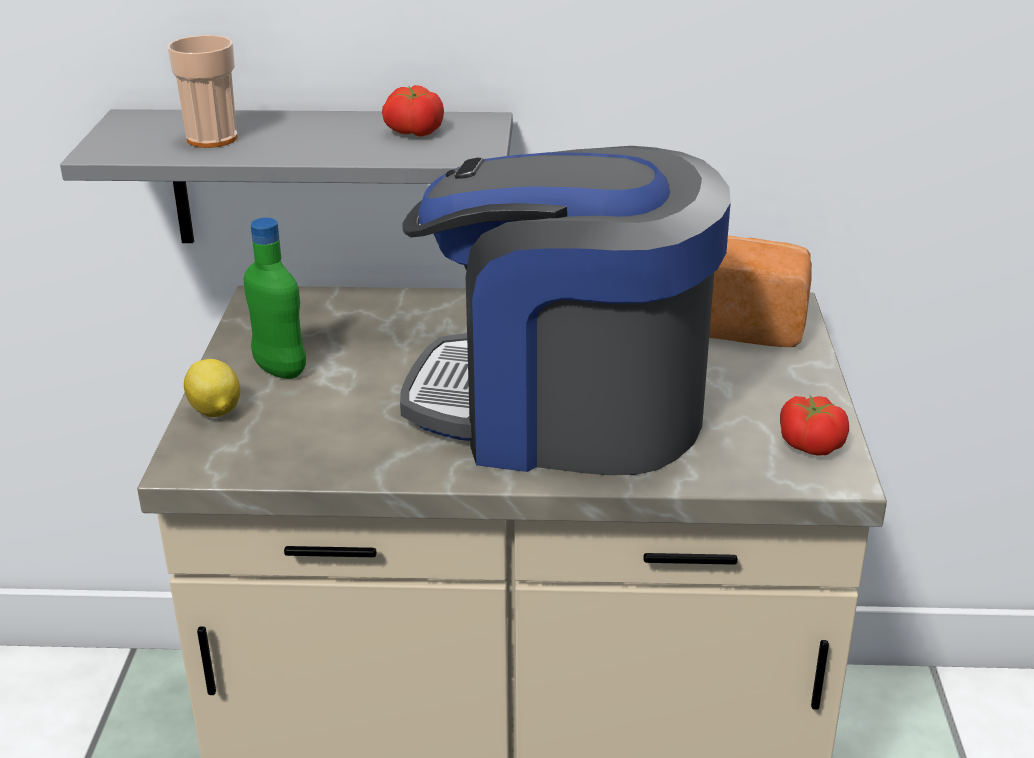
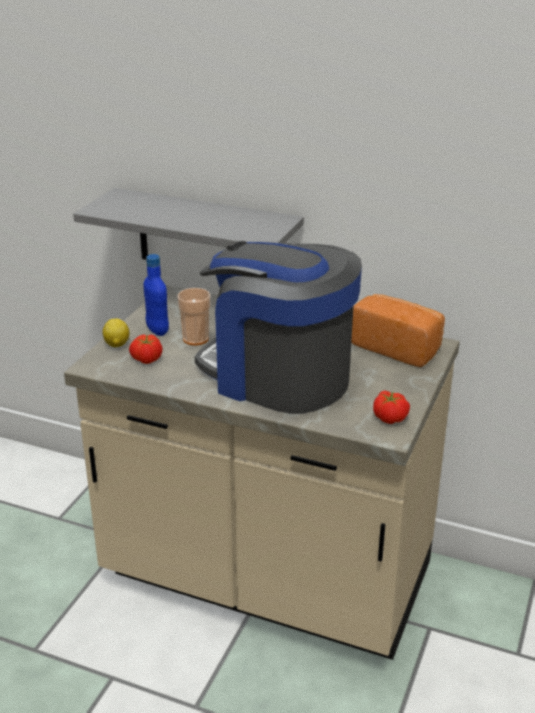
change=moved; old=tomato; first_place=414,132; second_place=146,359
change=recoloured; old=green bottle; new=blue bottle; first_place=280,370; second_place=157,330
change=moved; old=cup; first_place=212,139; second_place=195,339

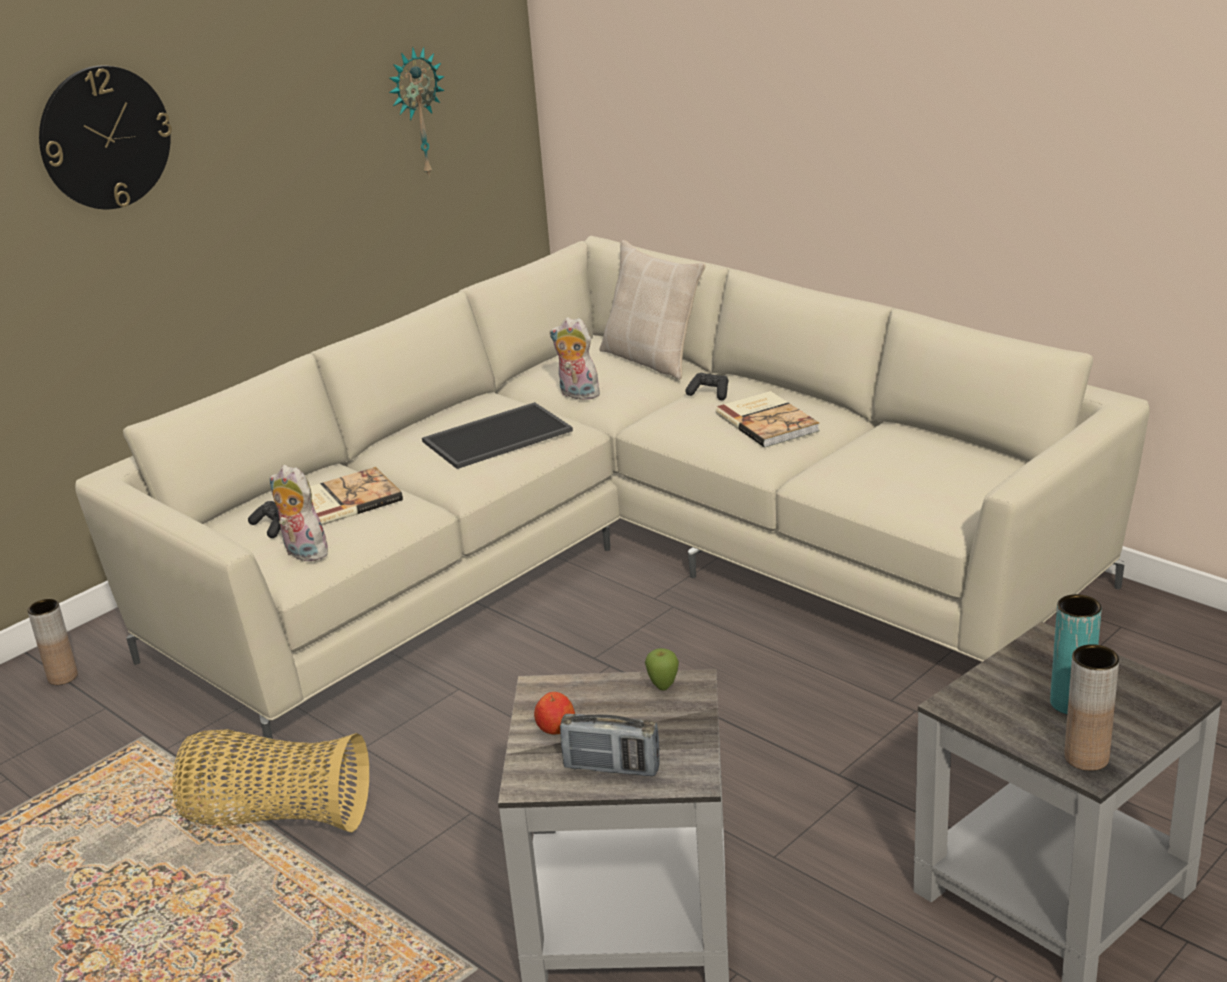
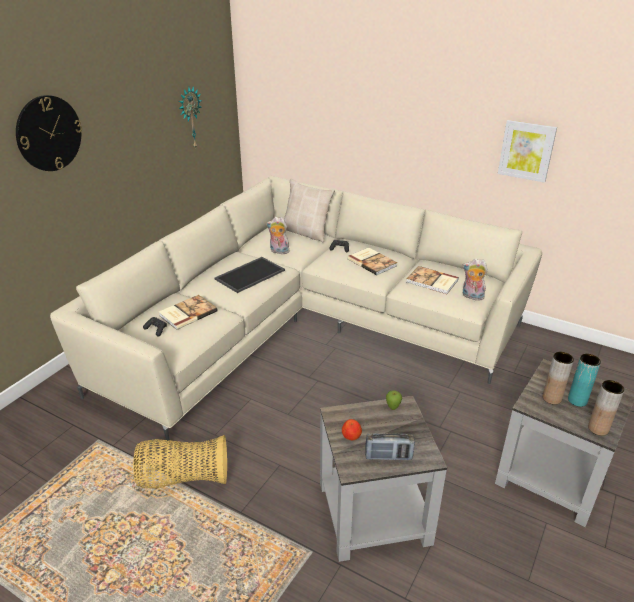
change=added; new=book; second_place=432,282
change=moved; old=plush toy; first_place=302,553; second_place=472,296
change=added; new=picture; second_place=526,150
change=moved; old=brown vase; first_place=62,677; second_place=551,398

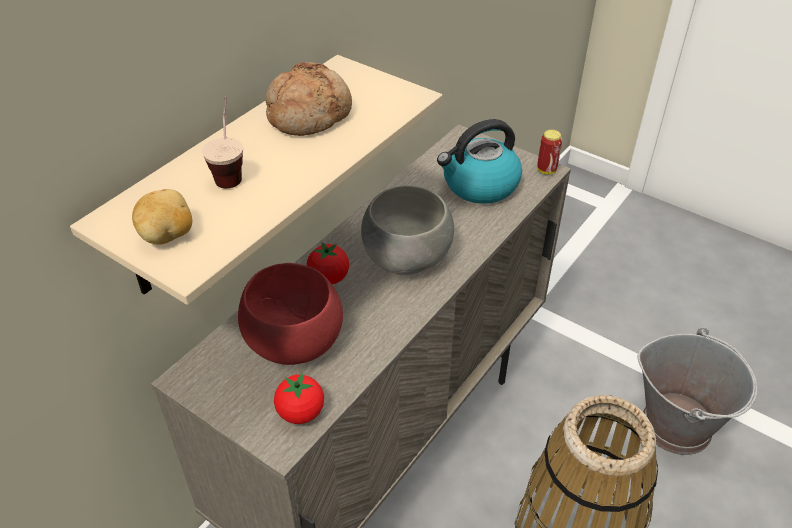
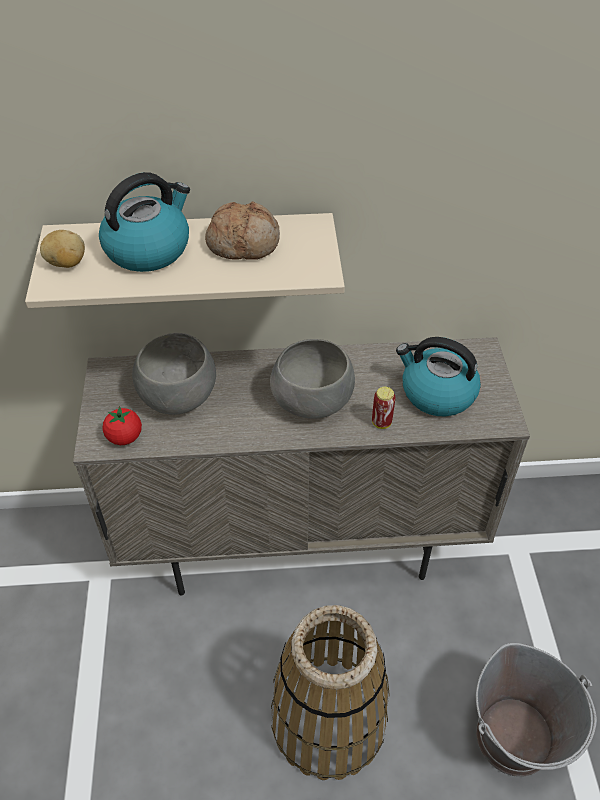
change=replaced; old=cup; new=kettle; first_place=230,171; second_place=148,248
change=recoloured; old=red bowl; new=grey bowl; first_place=295,340; second_place=179,396
change=moved; old=can; first_place=546,170; second_place=381,422
change=removed; old=tomato; first_place=329,278

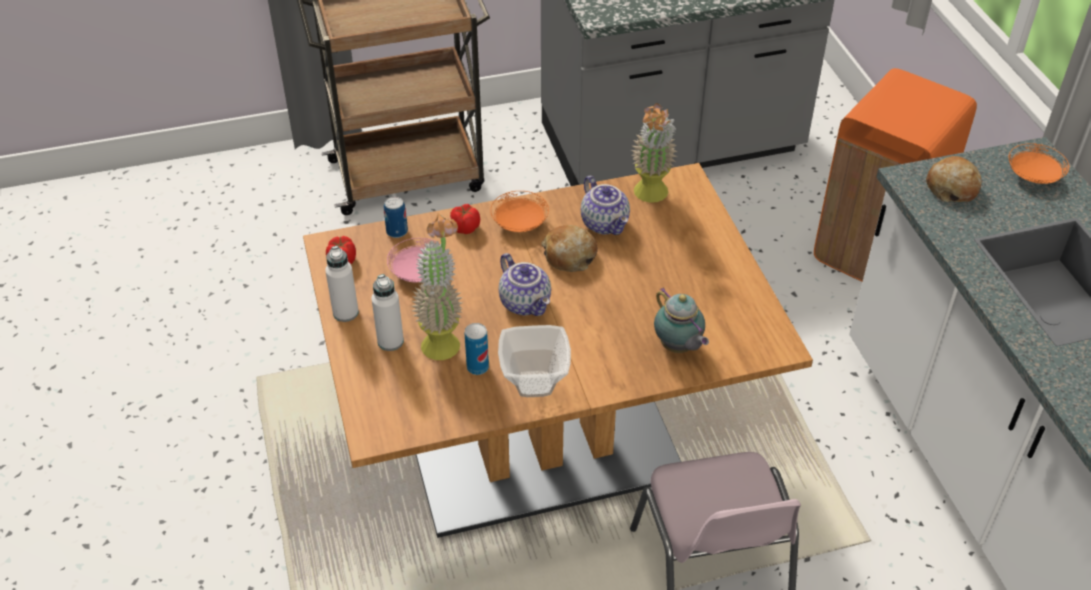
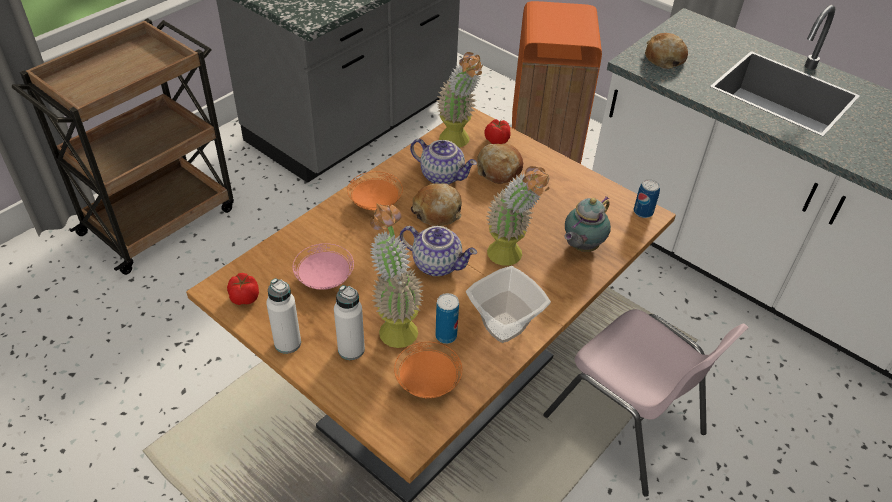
change=moved; old=orange plate; first_place=1033,176; second_place=427,381
change=added; new=bread; second_place=499,170
change=moved; old=tomato; first_place=465,227; second_place=496,140
change=added; new=potted plant; second_place=511,258
change=turned; old=teapot; first_place=678,347; second_place=581,247; degrees=105
change=moved; old=can; first_place=397,231; second_place=643,212

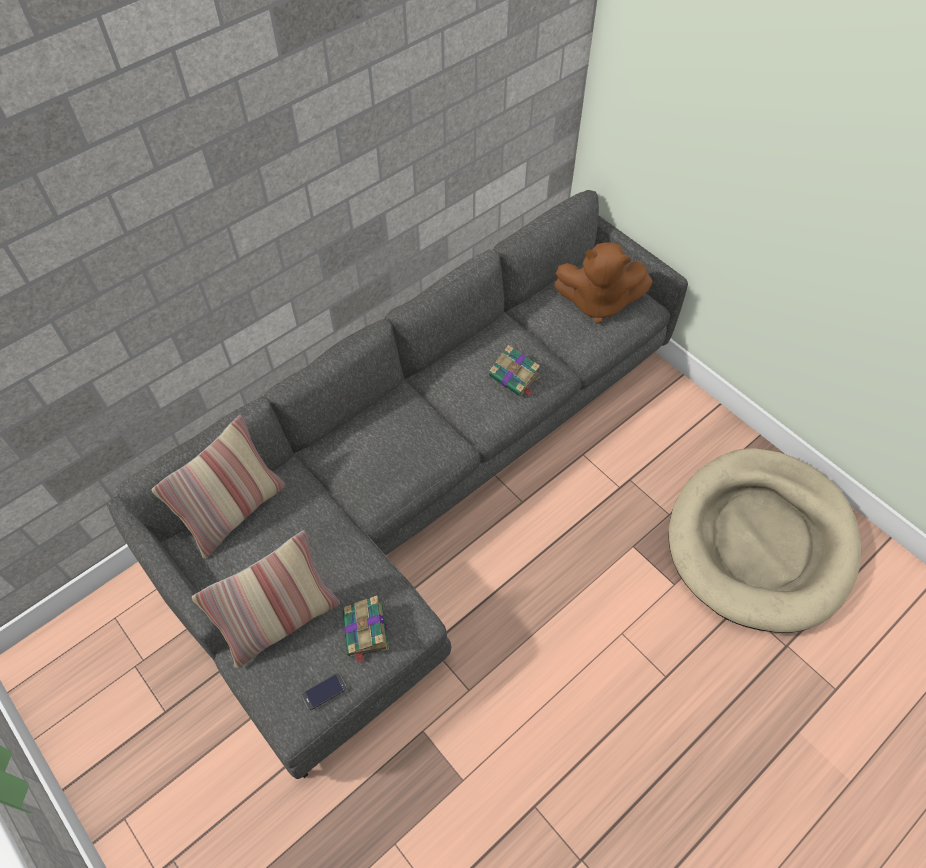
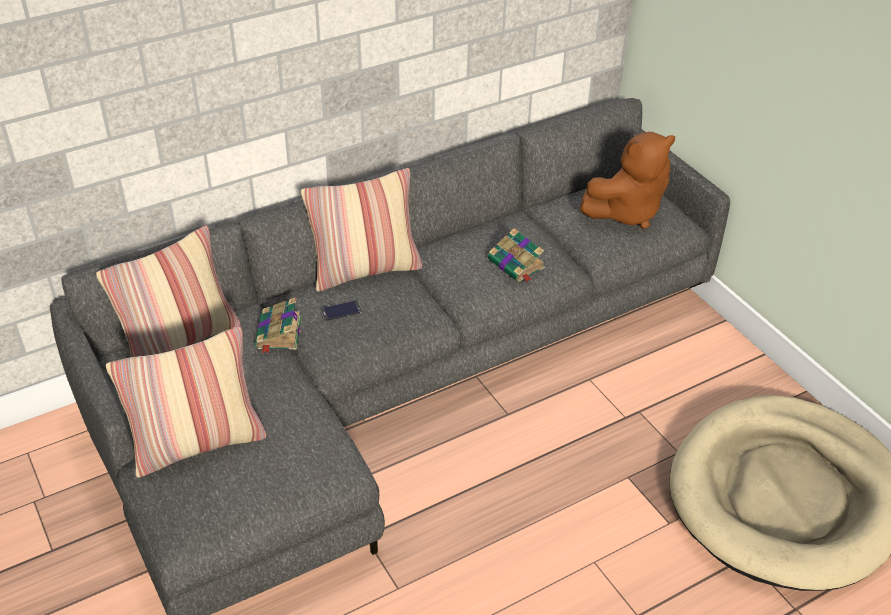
change=moved; old=book; first_place=366,632; second_place=279,334
change=added; new=pillow; second_place=365,270
change=moved; old=phone; first_place=324,691; second_place=340,311
change=turned; old=brown plush toy; first_place=597,303; second_place=626,212; degrees=-45

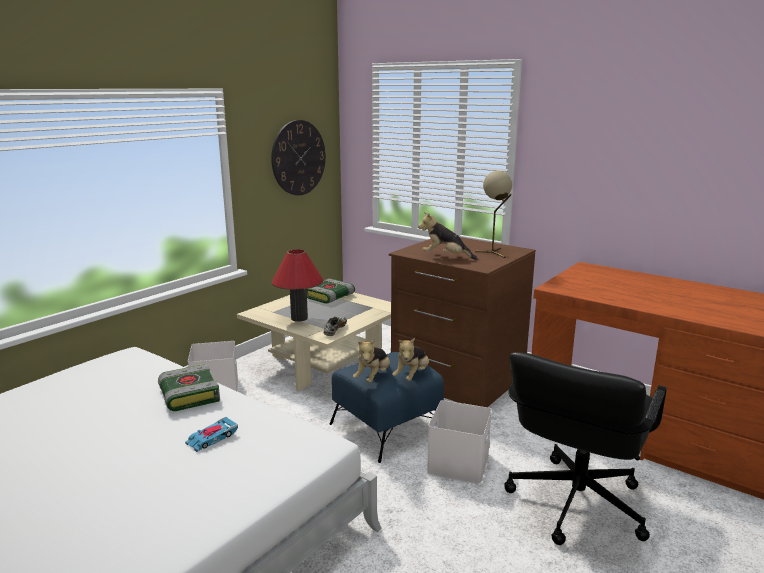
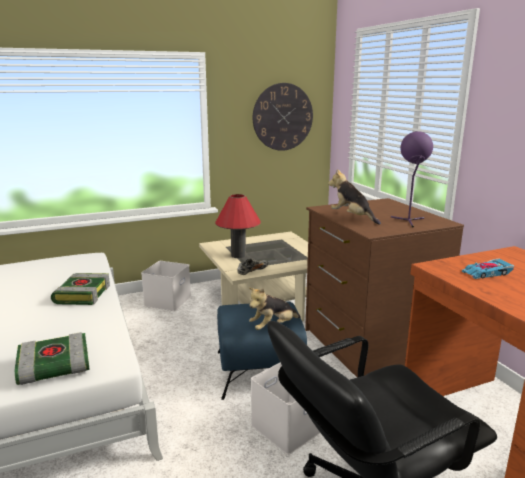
change=moved; old=book; first_place=330,297; second_place=53,368
change=recoloured; old=beige table lamp; new=purple table lamp; first_place=494,253; second_place=409,221
change=moved; old=toy car; first_place=212,438; second_place=486,273
change=removed; old=plush toy; first_place=373,377

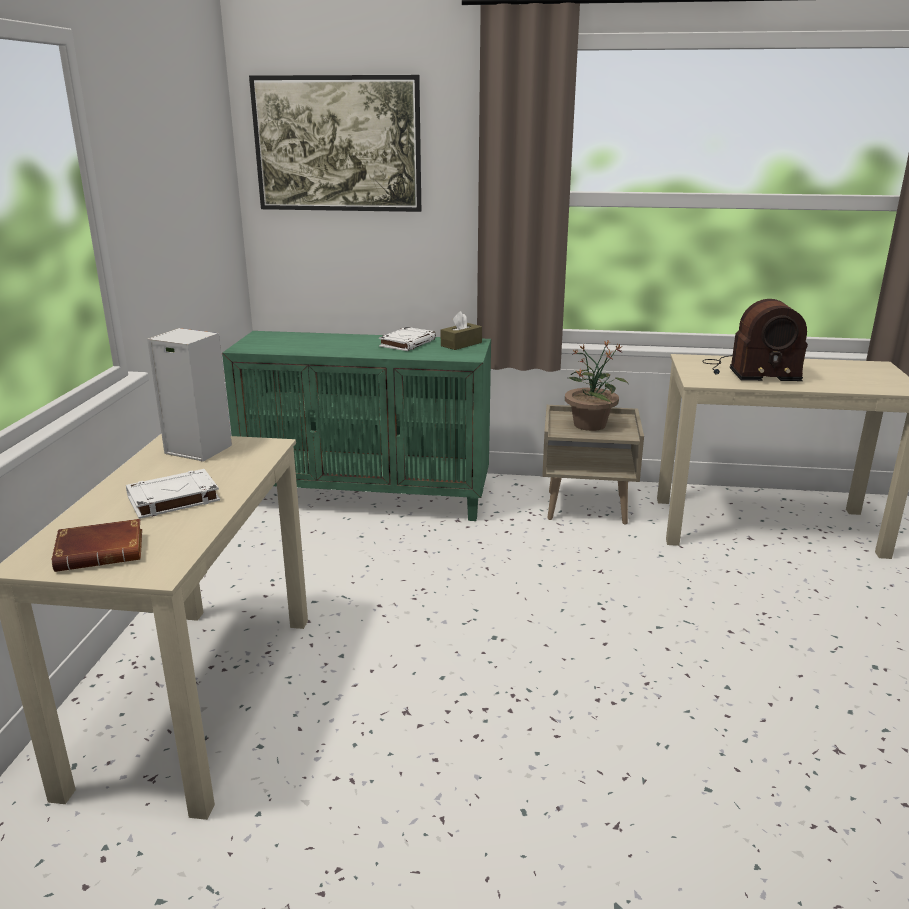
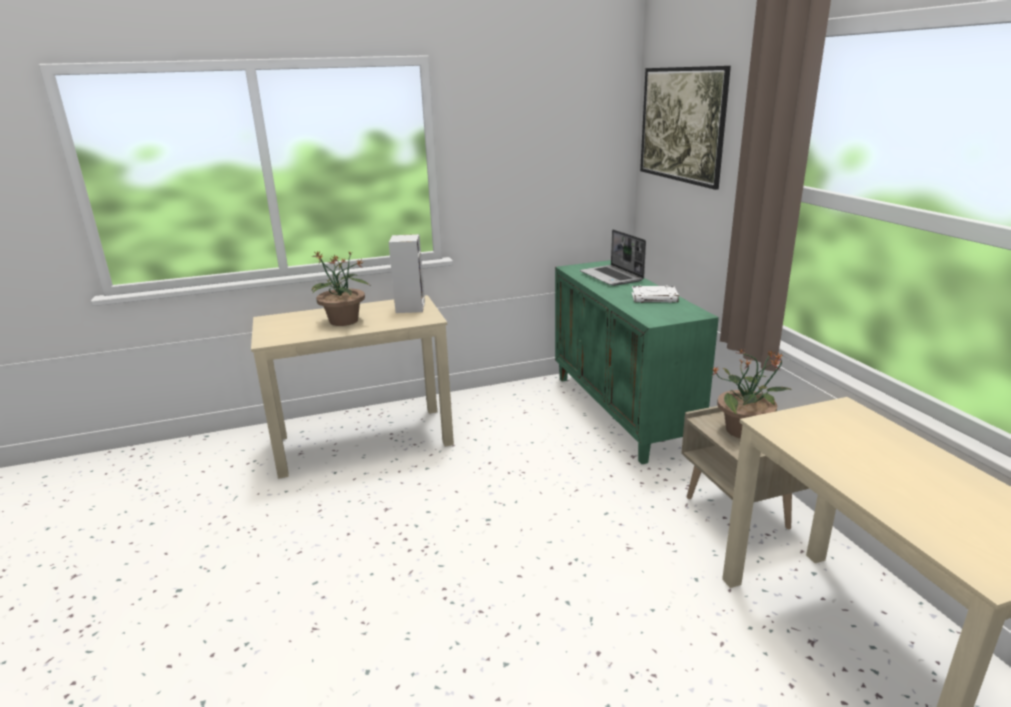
change=replaced; old=white book; new=potted plant; first_place=172,499; second_place=344,321
change=added; new=laptop; second_place=612,277
change=removed; old=brown book; first_place=103,551
change=removed; old=brown tissue box; first_place=461,344
change=removed; old=radio; first_place=749,371

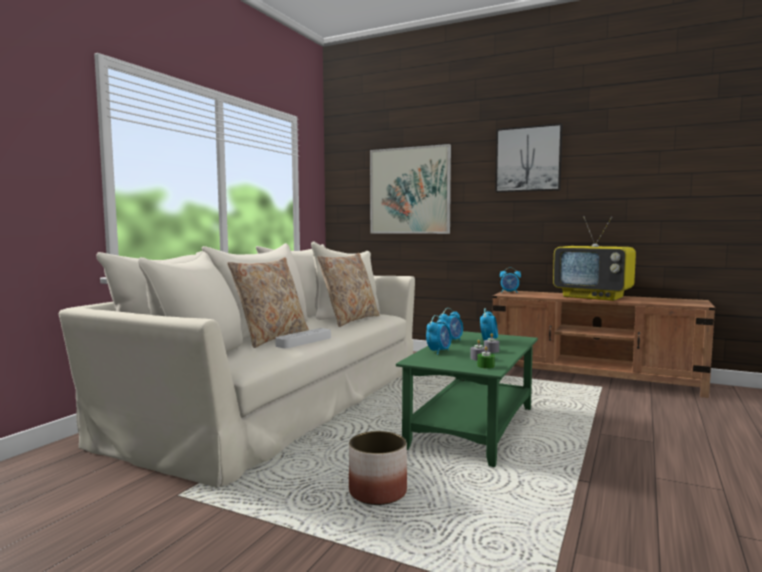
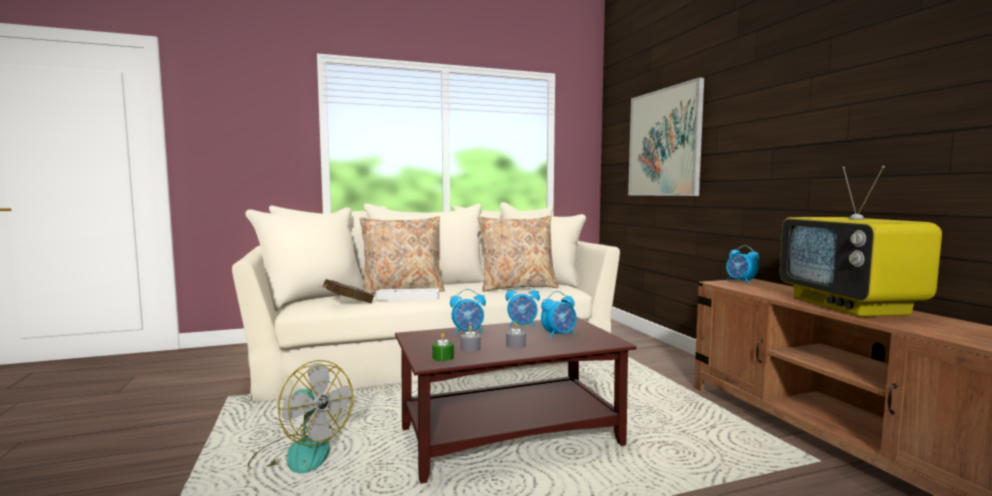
change=replaced; old=planter; new=fan; first_place=377,492; second_place=300,452
change=added; new=red book; second_place=346,303
change=recoloured; old=green coffee table; new=brown coffee table; first_place=472,427; second_place=511,436
change=removed; old=picture; first_place=528,159

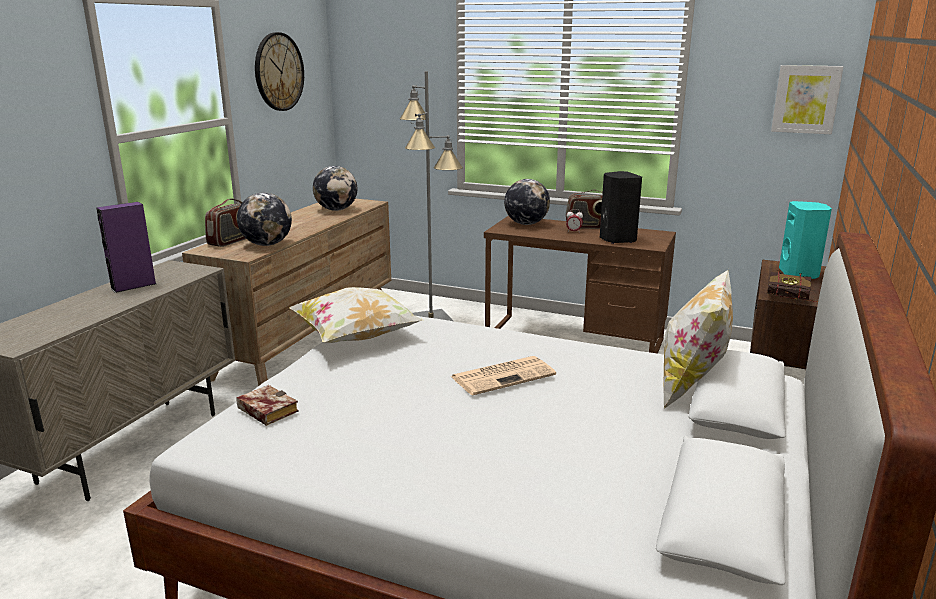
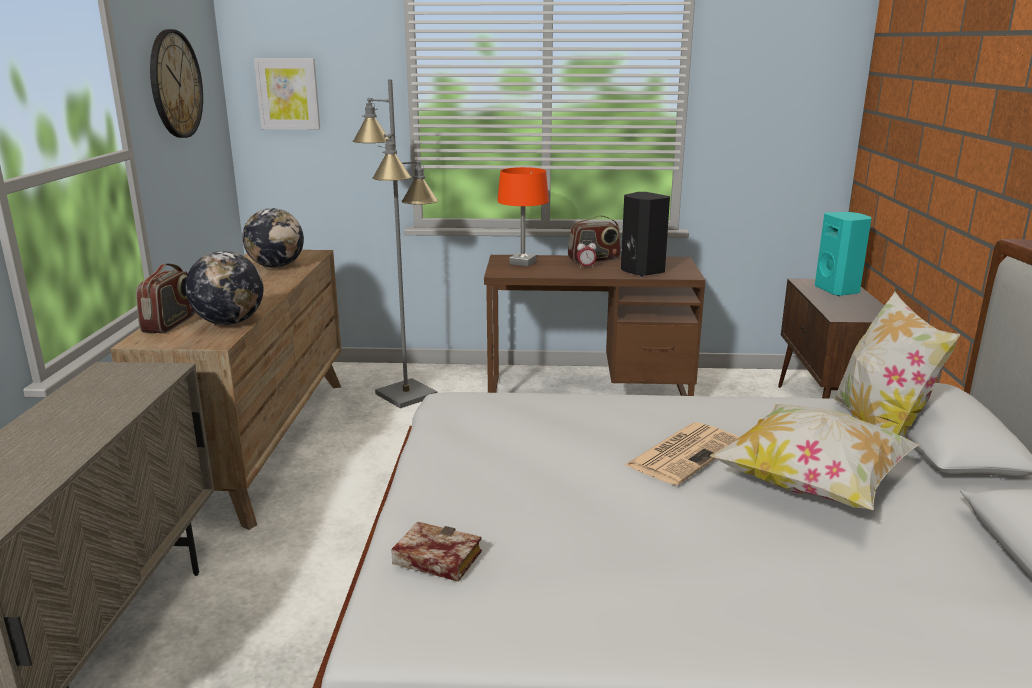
change=moved; old=picture; first_place=806,99; second_place=288,94
change=replaced; old=globe; new=orange table lamp; first_place=526,224; second_place=522,263
change=moved; old=pillow; first_place=356,338; second_place=811,485
change=removed; old=purple speaker; first_place=133,286
change=removed; old=book; first_place=792,301

